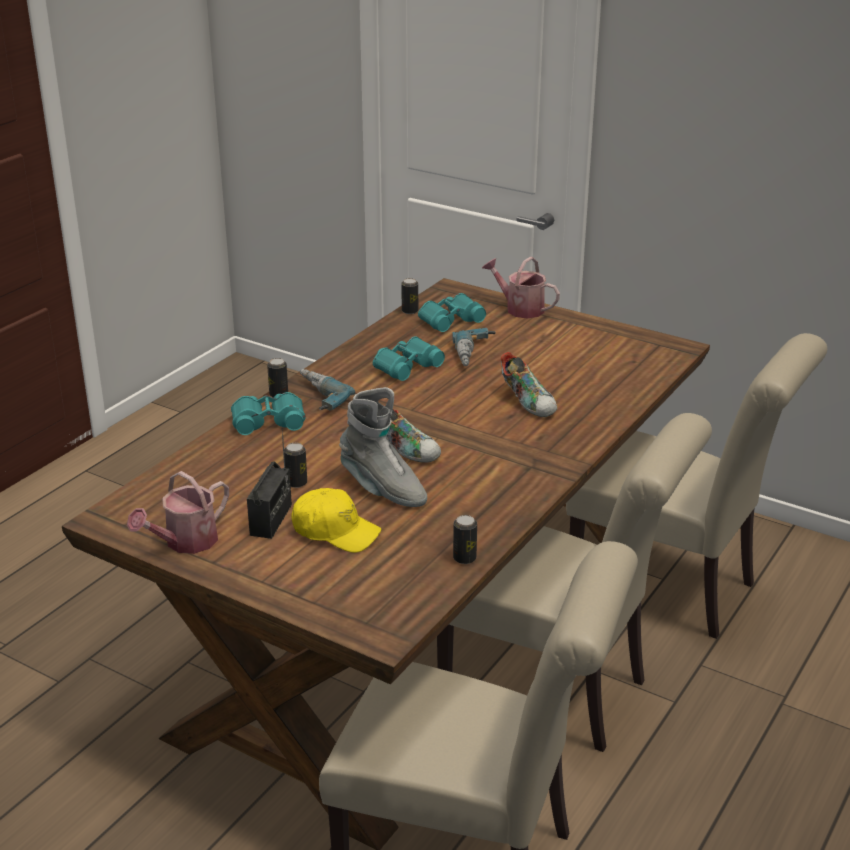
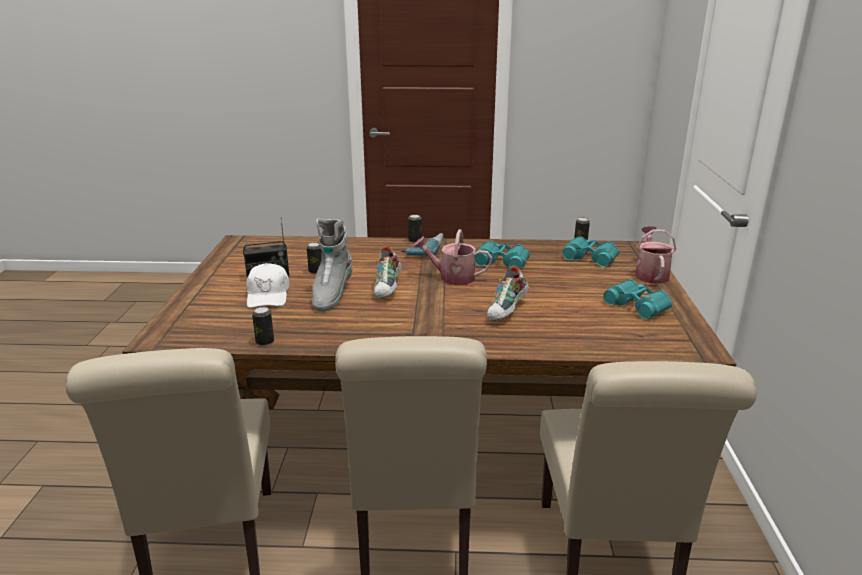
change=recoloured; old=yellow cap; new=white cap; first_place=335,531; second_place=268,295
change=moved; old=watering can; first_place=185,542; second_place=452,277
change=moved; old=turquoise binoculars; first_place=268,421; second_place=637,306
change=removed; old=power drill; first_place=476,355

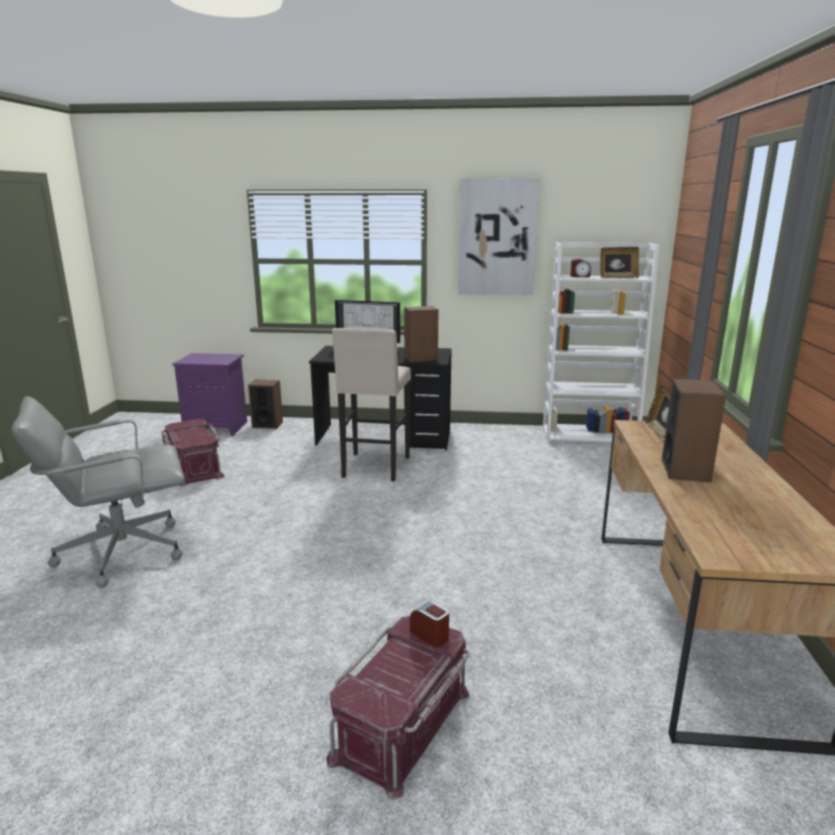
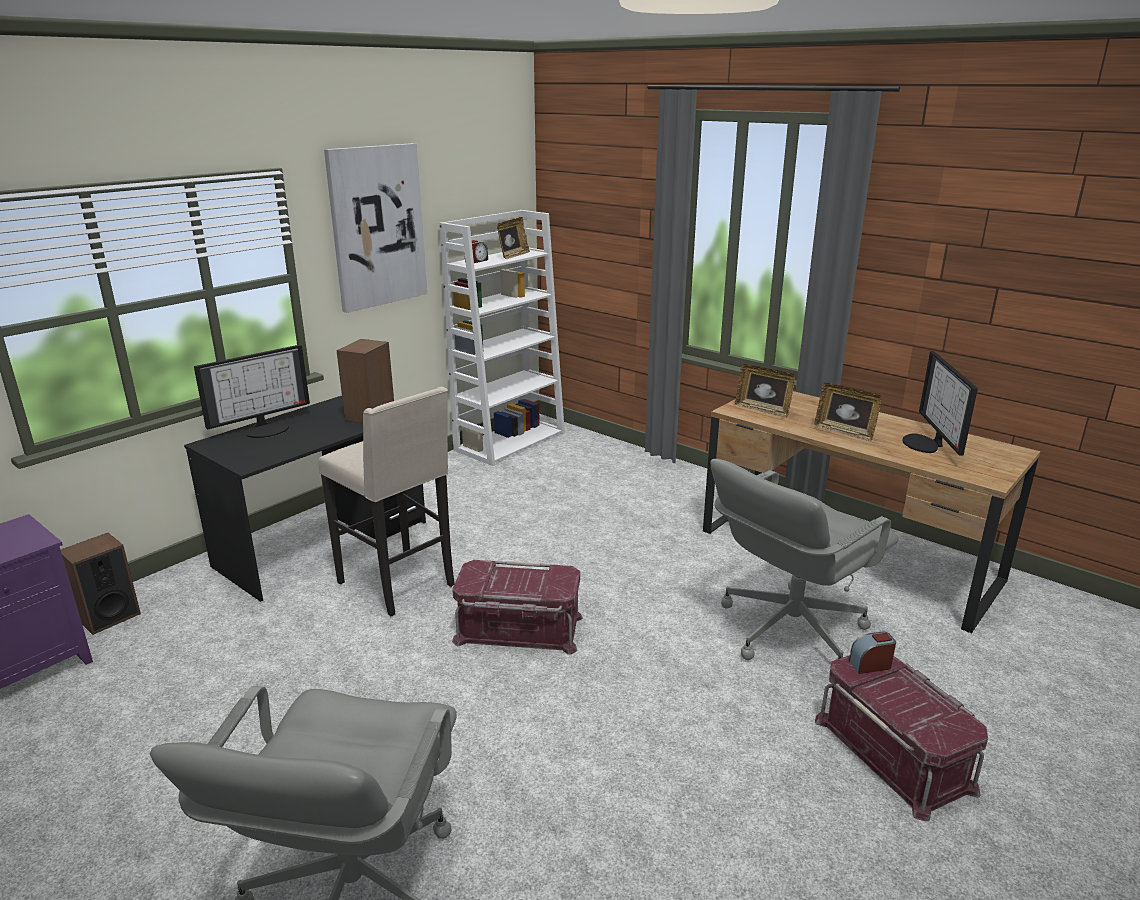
change=moved; old=red storage box; first_place=193,467; second_place=518,630
change=added; new=grey office chair; second_place=789,629
change=replaced; old=speaker; new=picture frame; first_place=686,470; second_place=844,432
change=added; new=monitor; second_place=926,444

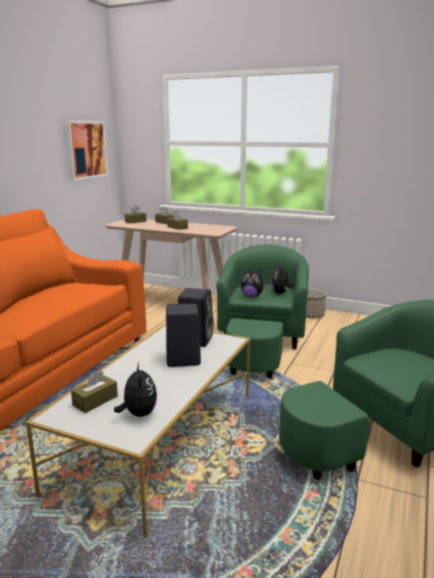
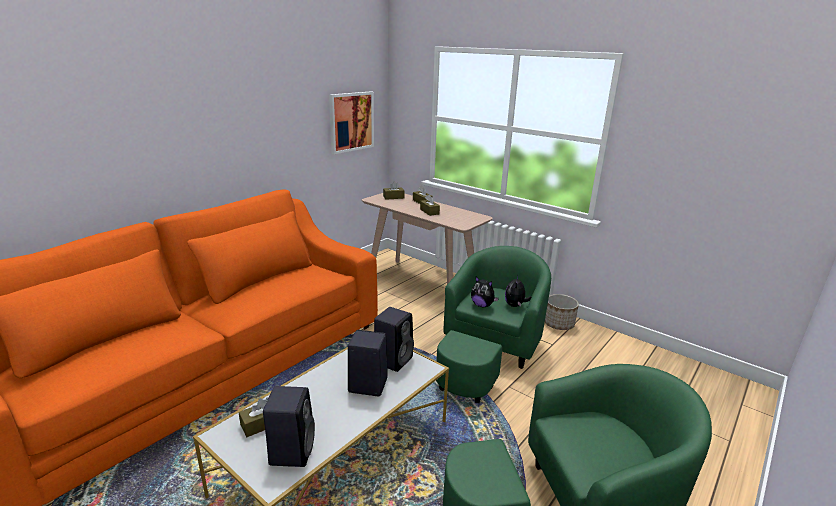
change=replaced; old=plush toy; new=black speaker; first_place=138,414; second_place=292,450

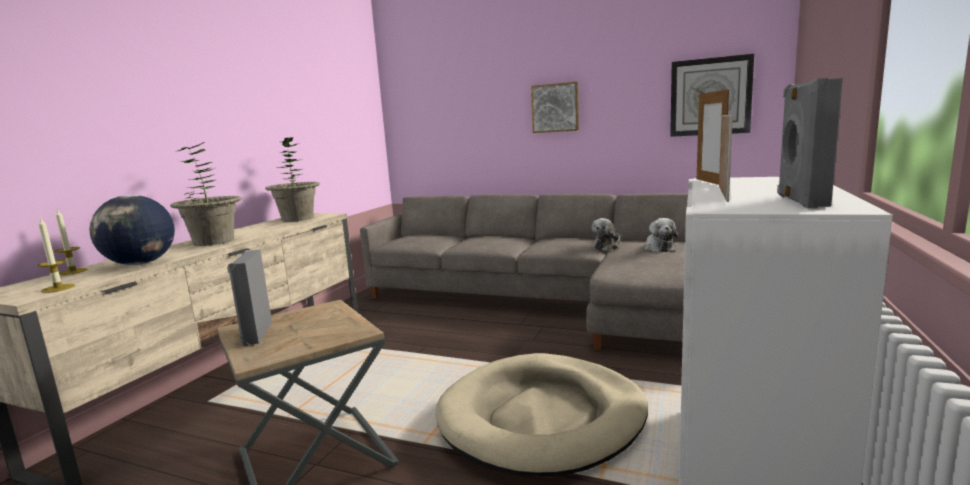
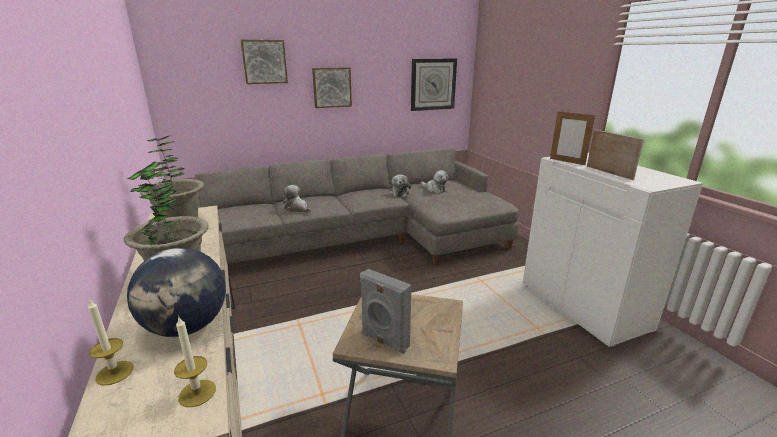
change=added; new=picture; second_place=264,62
change=added; new=plush toy; second_place=297,209
change=removed; old=beige dog bed; first_place=542,417
change=removed; old=grey speaker; first_place=799,201

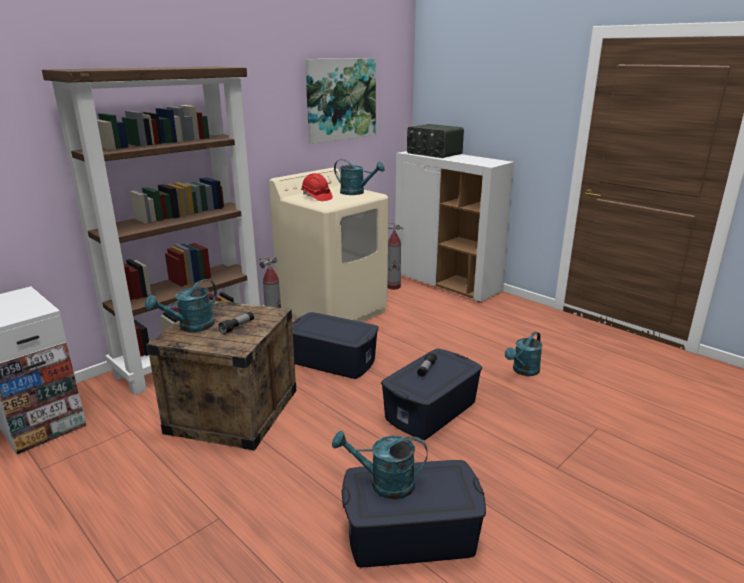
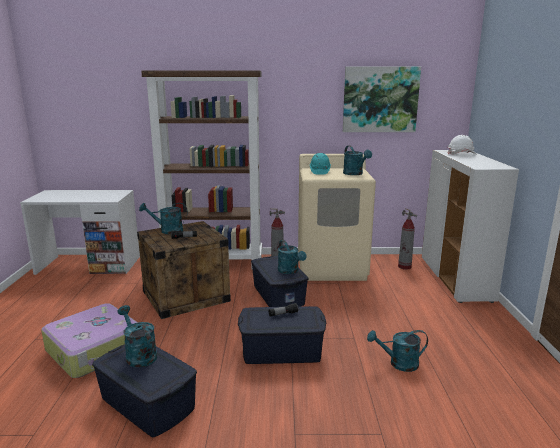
change=added; new=suitcase; second_place=96,350
change=added; new=turquoise watering can; second_place=290,271
change=recoloured; old=red hard hat; new=turquoise hard hat; first_place=316,197; second_place=319,172
change=replaced; old=radio; new=white hard hat; first_place=433,154; second_place=461,154

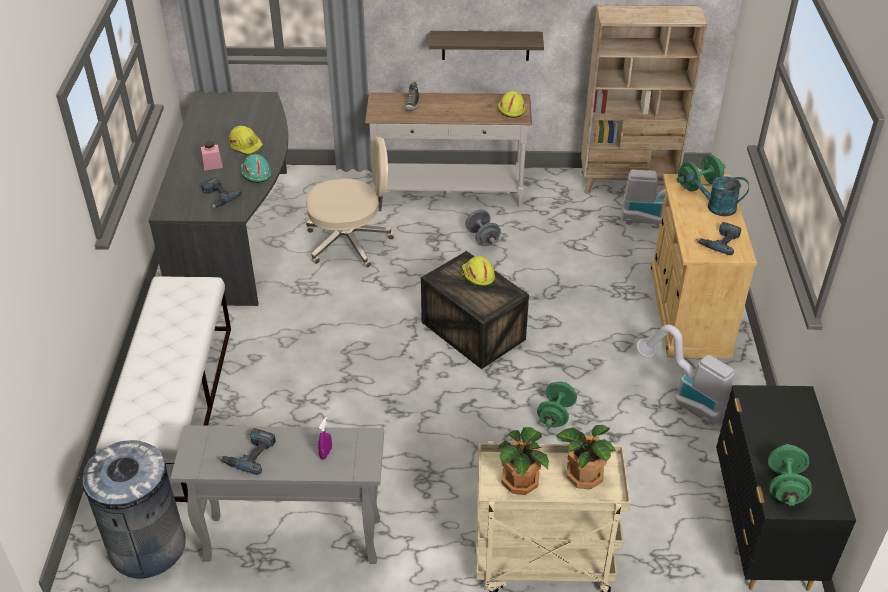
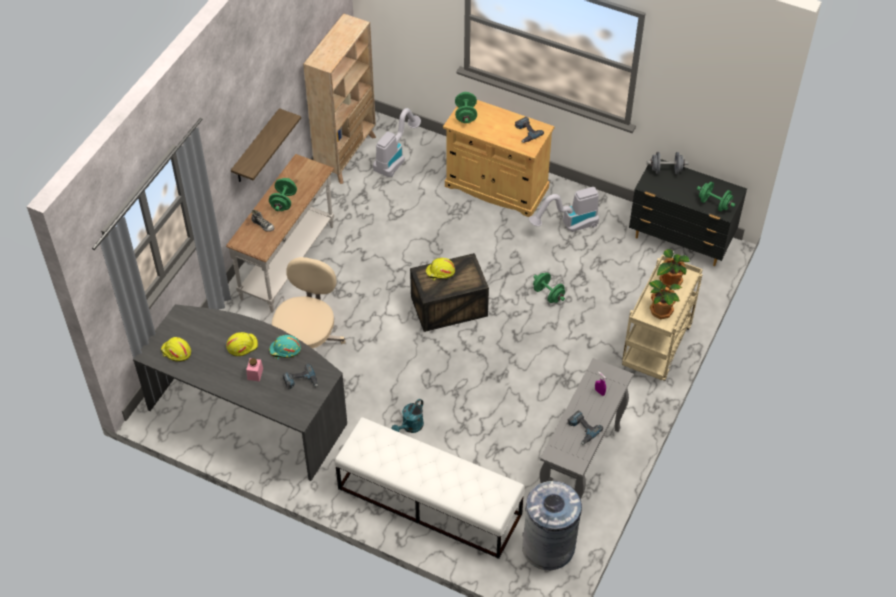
change=moved; old=yellow hard hat; first_place=511,109; second_place=176,352
change=added; new=green dumbbell; second_place=283,202
change=moved; old=turquoise watering can; first_place=715,207; second_place=410,427
change=moved; old=grey dumbbell; first_place=482,238; second_place=666,170

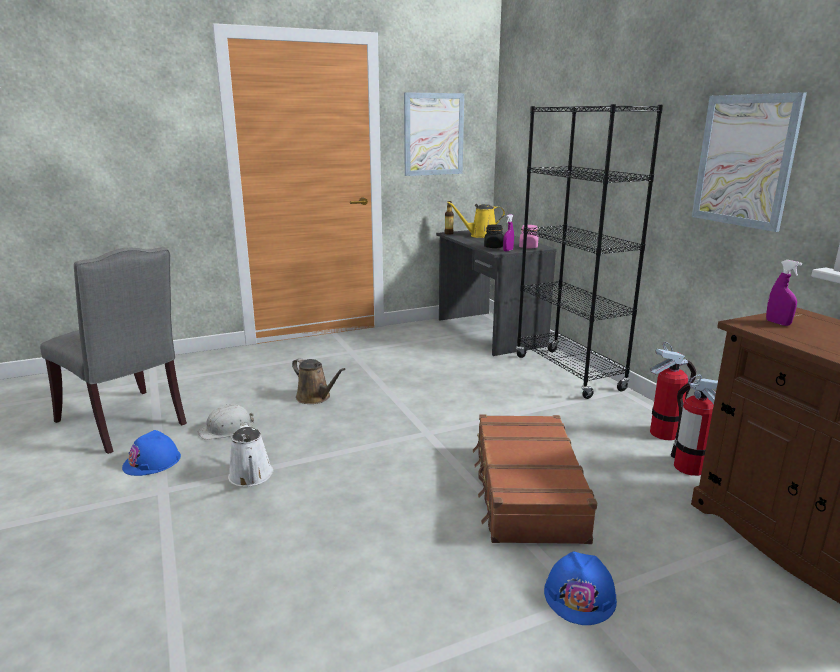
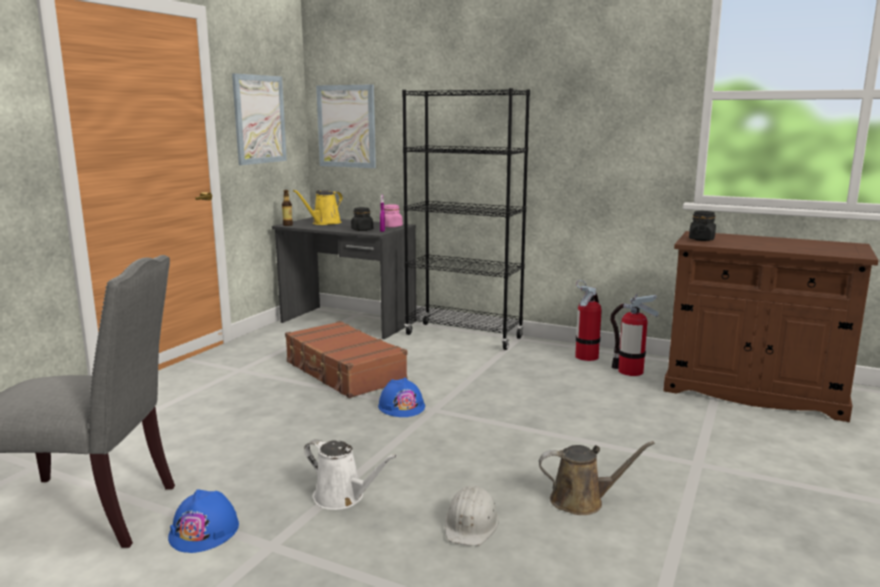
change=moved; old=brown suitcase; first_place=526,491; second_place=344,372
change=moved; old=picture; first_place=744,161; second_place=346,126
change=moved; old=blue hard hat; first_place=580,595; second_place=401,406
change=moved; old=white hard hat; first_place=227,429; second_place=471,524
change=moved; old=brown watering can; first_place=315,397; second_place=582,501
change=replaced; old=purple spray bottle; new=black jar; first_place=778,323; second_place=701,239

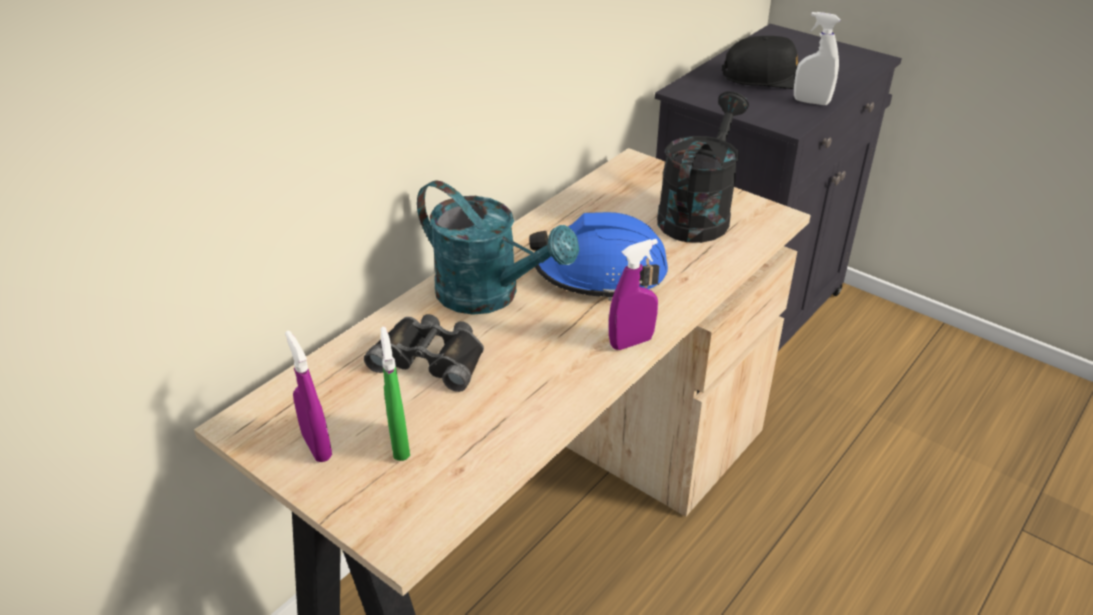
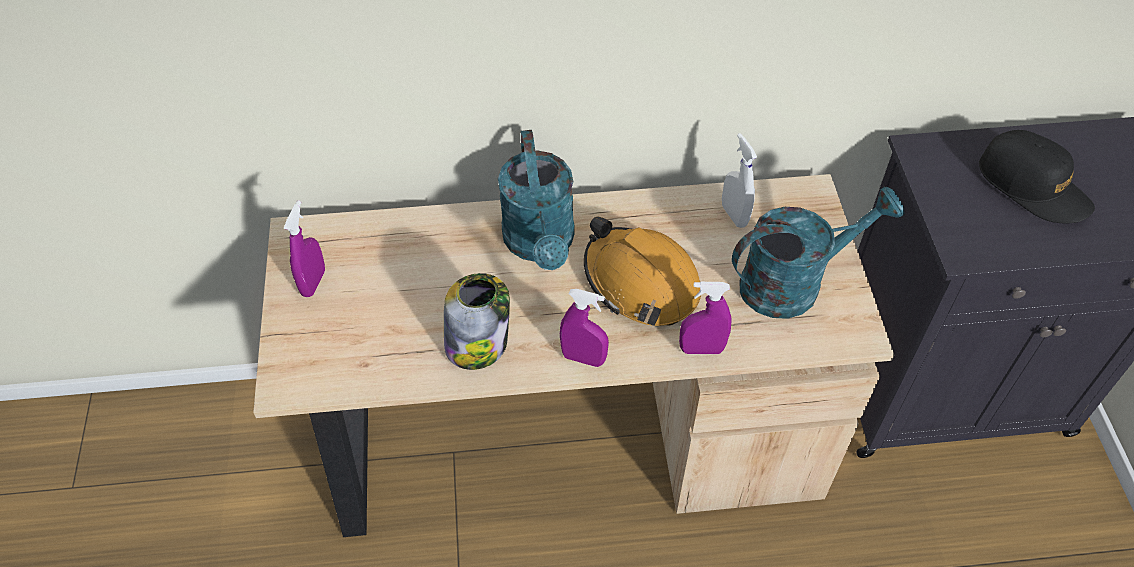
change=added; new=jar; second_place=478,343
change=recoloured; old=blue hard hat; new=orange hard hat; first_place=600,273; second_place=640,283
change=added; new=purple spray bottle; second_place=701,349
change=moved; old=white spray bottle; first_place=811,102; second_place=734,215
change=recoloured; old=black watering can; new=turquoise watering can; first_place=697,213; second_place=794,282
change=removed; old=black binoculars; first_place=431,358
change=removed; old=green spray bottle; first_place=399,444

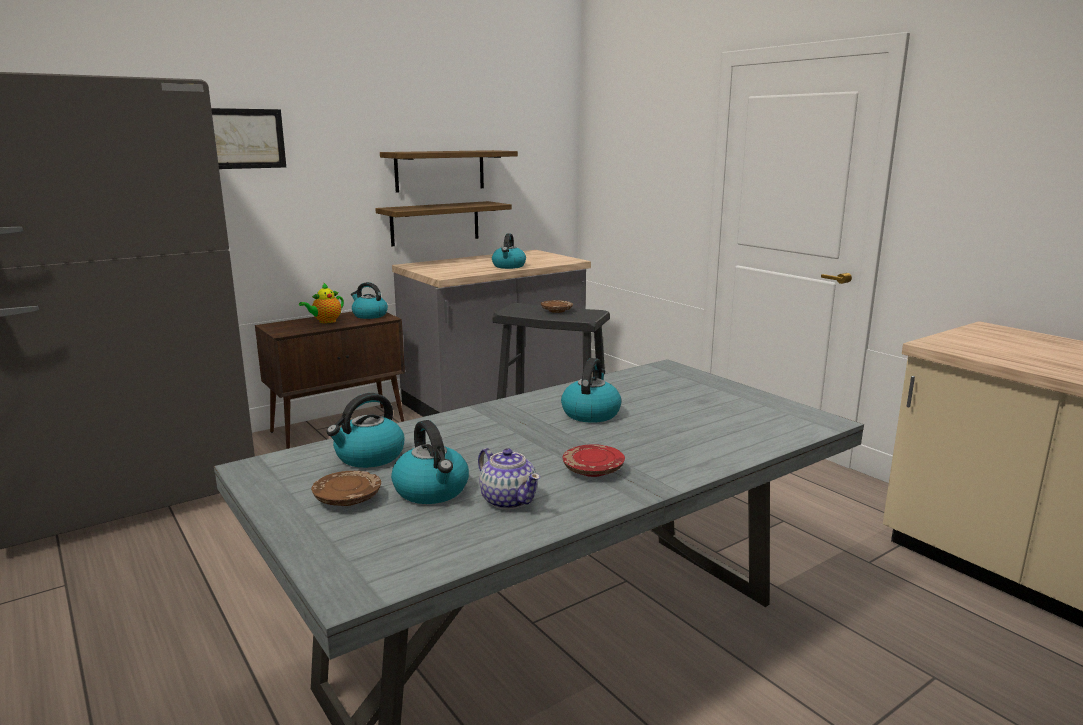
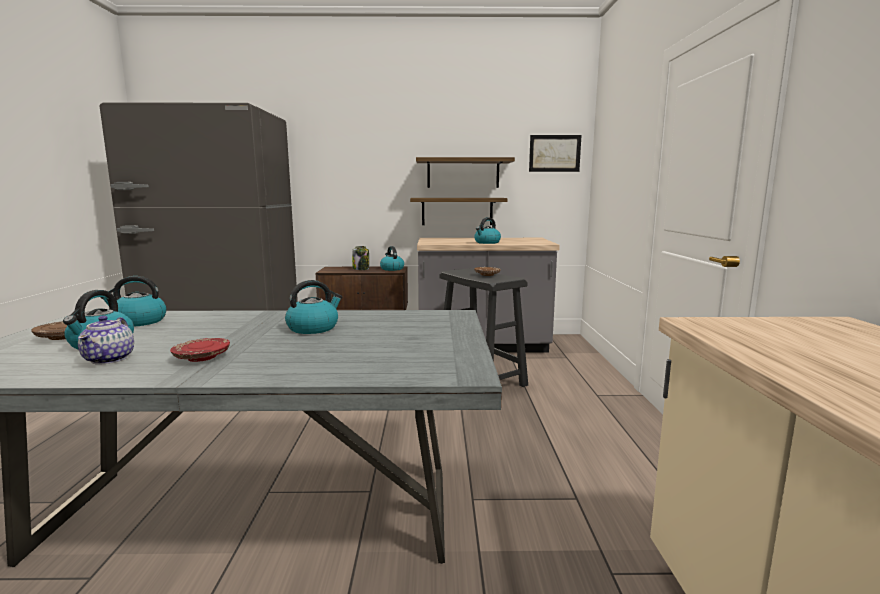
change=replaced; old=teapot; new=jar; first_place=325,321; second_place=361,269
change=moved; old=picture; first_place=241,138; second_place=554,153

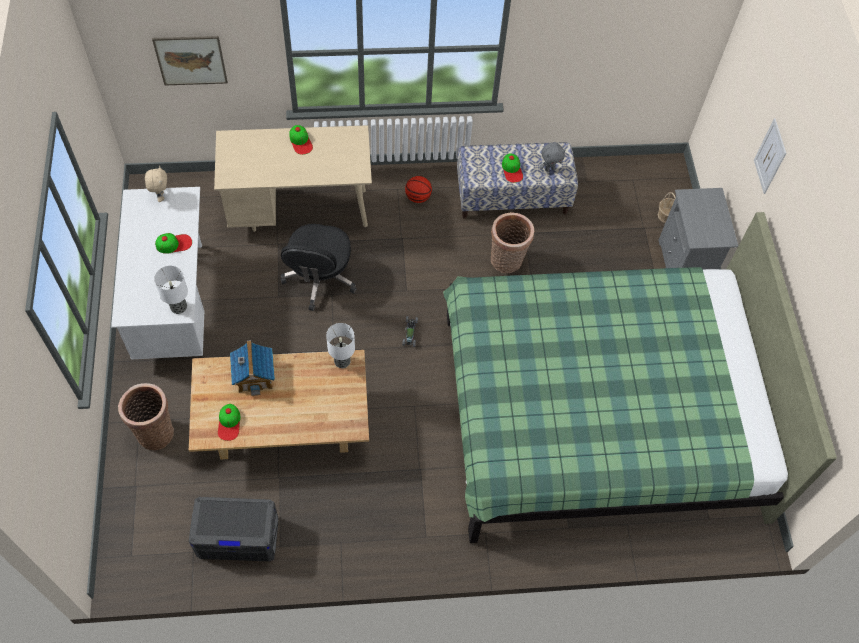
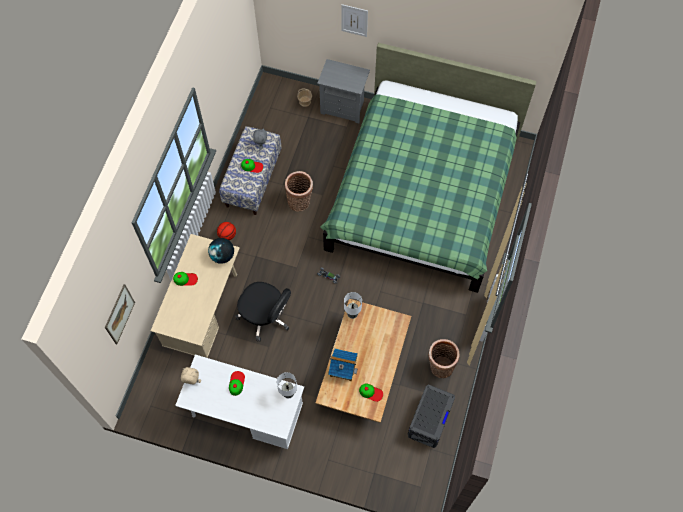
change=added; new=globe; second_place=222,256
change=moved; old=basket; first_place=155,431; second_place=440,367

